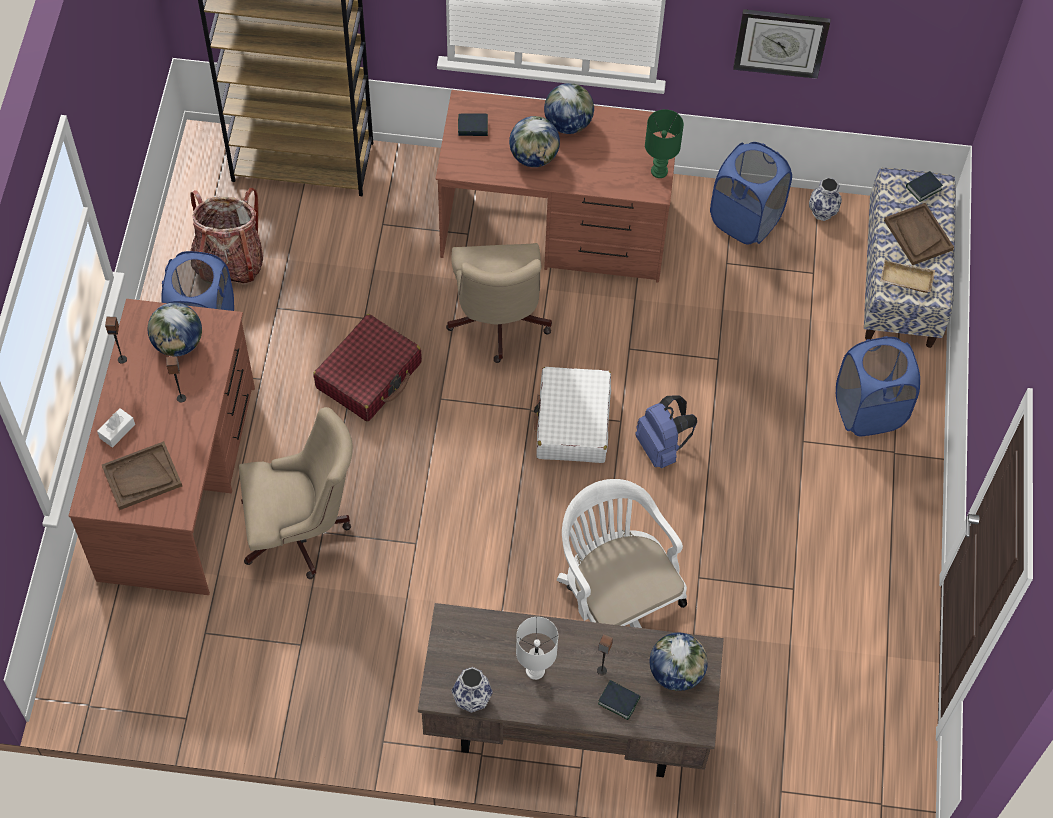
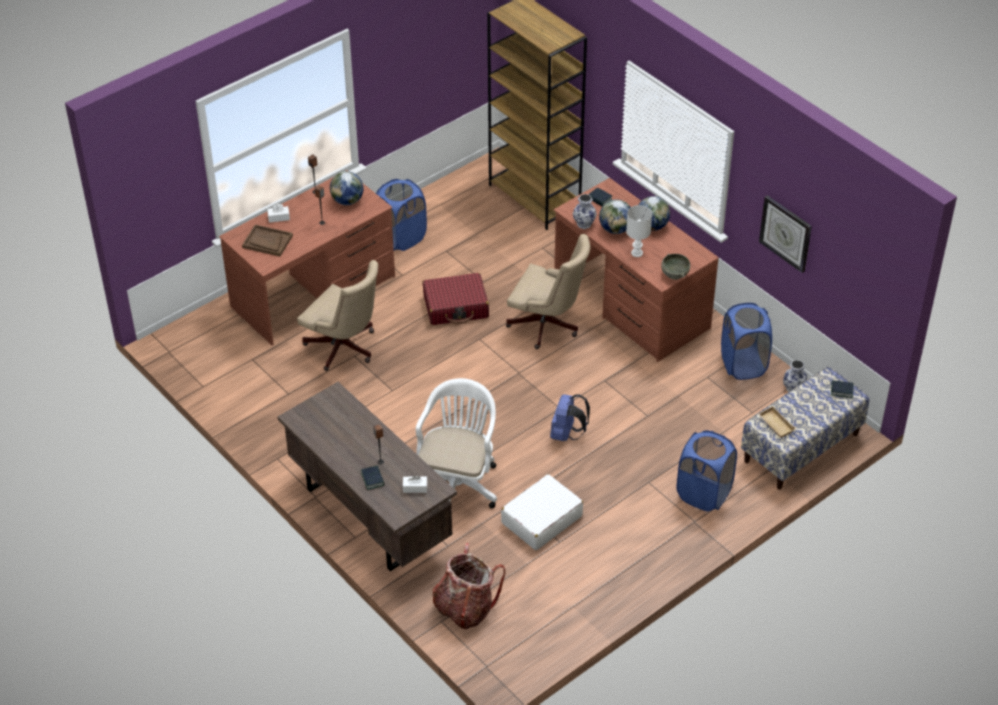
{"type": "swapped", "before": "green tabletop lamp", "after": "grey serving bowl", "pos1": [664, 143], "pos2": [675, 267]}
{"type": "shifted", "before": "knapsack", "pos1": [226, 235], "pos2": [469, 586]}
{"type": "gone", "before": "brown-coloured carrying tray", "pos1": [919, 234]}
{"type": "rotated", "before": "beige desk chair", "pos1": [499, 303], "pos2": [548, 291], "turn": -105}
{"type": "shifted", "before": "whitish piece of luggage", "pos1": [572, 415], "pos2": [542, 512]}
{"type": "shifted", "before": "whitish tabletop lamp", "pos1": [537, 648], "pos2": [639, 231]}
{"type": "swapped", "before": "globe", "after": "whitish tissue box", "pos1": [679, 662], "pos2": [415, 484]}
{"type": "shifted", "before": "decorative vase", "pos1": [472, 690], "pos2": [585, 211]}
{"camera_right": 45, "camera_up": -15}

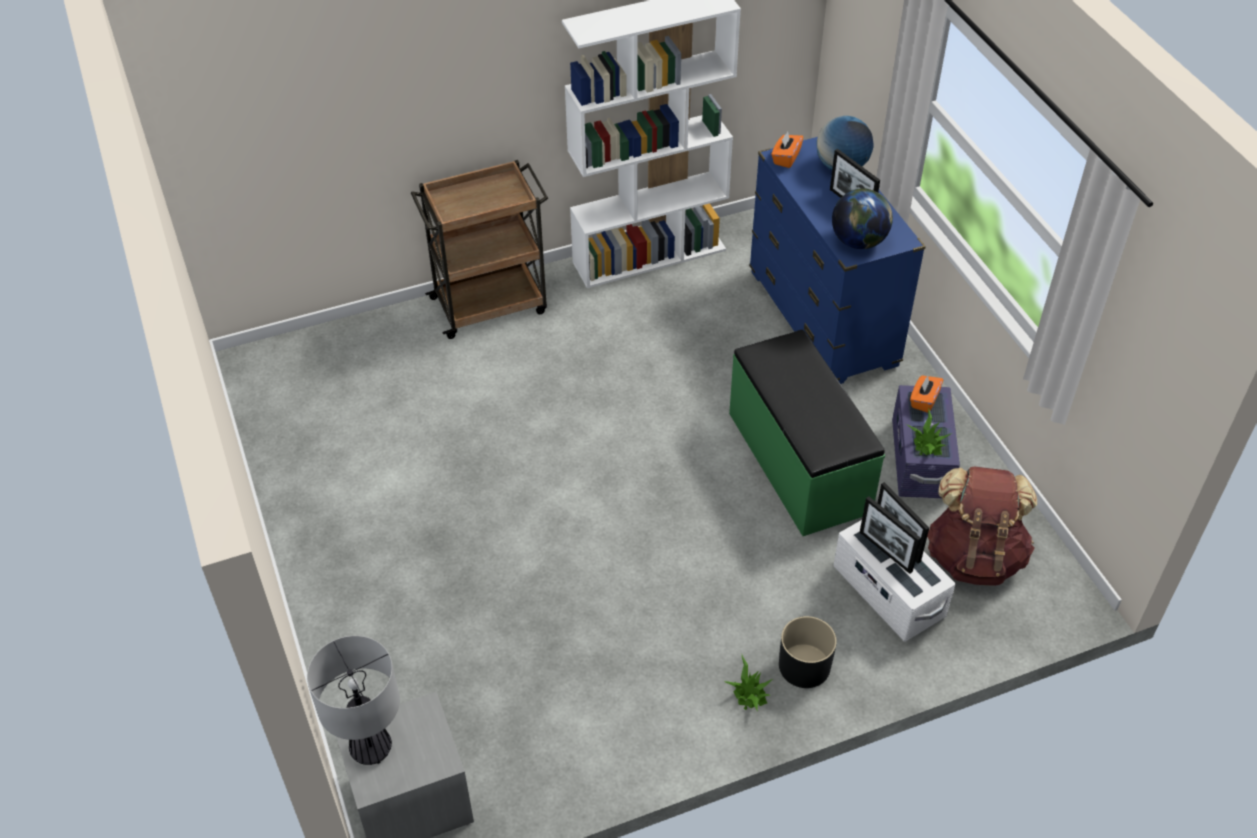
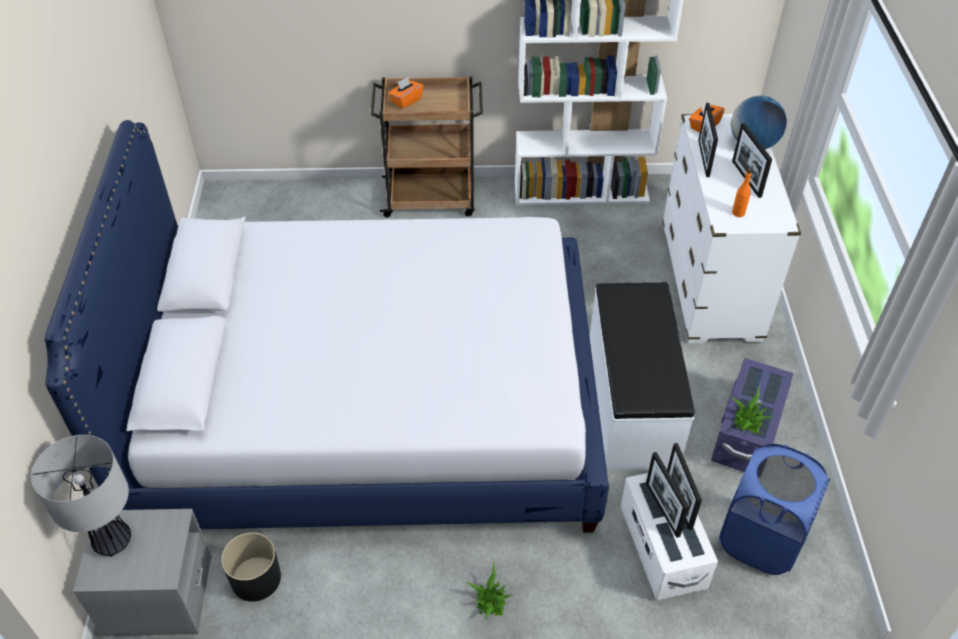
{"type": "repainted", "before": "blue chest of drawers", "after": "whitish chest of drawers", "pos1": [837, 260], "pos2": [731, 228]}
{"type": "swapped", "before": "globe", "after": "orangey beverage bottle", "pos1": [862, 219], "pos2": [742, 192]}
{"type": "repainted", "before": "green indoor bench", "after": "whitish indoor bench", "pos1": [807, 433], "pos2": [642, 376]}
{"type": "shifted", "before": "orangey tissue box", "pos1": [926, 394], "pos2": [405, 93]}
{"type": "swapped", "before": "brown-coloured knapsack", "after": "blue washing basket", "pos1": [982, 526], "pos2": [775, 509]}
{"type": "shifted", "before": "black-coloured flower pot", "pos1": [808, 652], "pos2": [251, 567]}
{"type": "new", "after": "photo frame", "pos2": [708, 140]}
{"type": "new", "after": "bed", "pos2": [327, 326]}
{"camera_right": 20, "camera_up": 0}

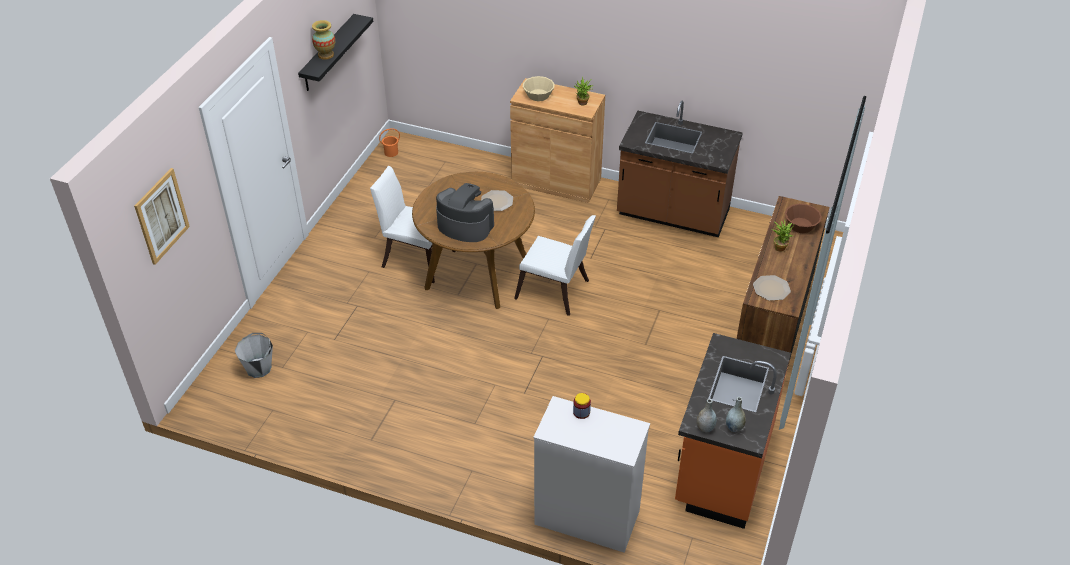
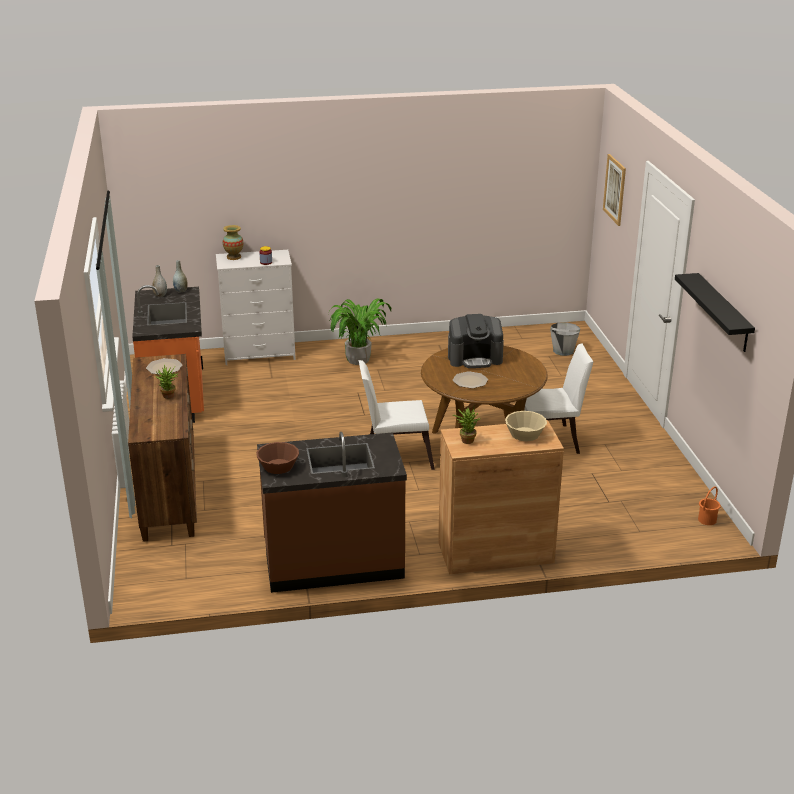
{"type": "shifted", "before": "decorative vase", "pos1": [323, 40], "pos2": [233, 242]}
{"type": "shifted", "before": "brown-coloured serving bowl", "pos1": [803, 218], "pos2": [277, 458]}
{"type": "new", "after": "plant in a pot", "pos2": [360, 331]}
{"camera_right": 150, "camera_up": -15}

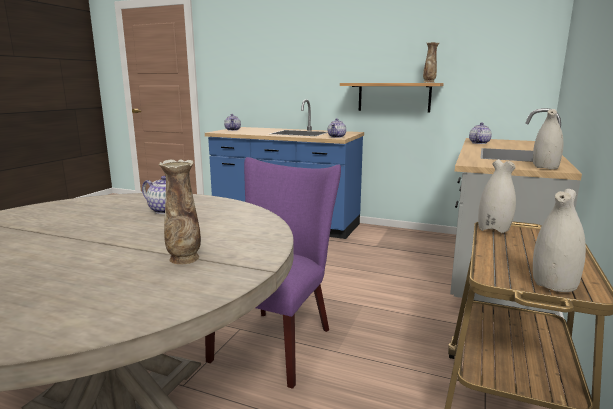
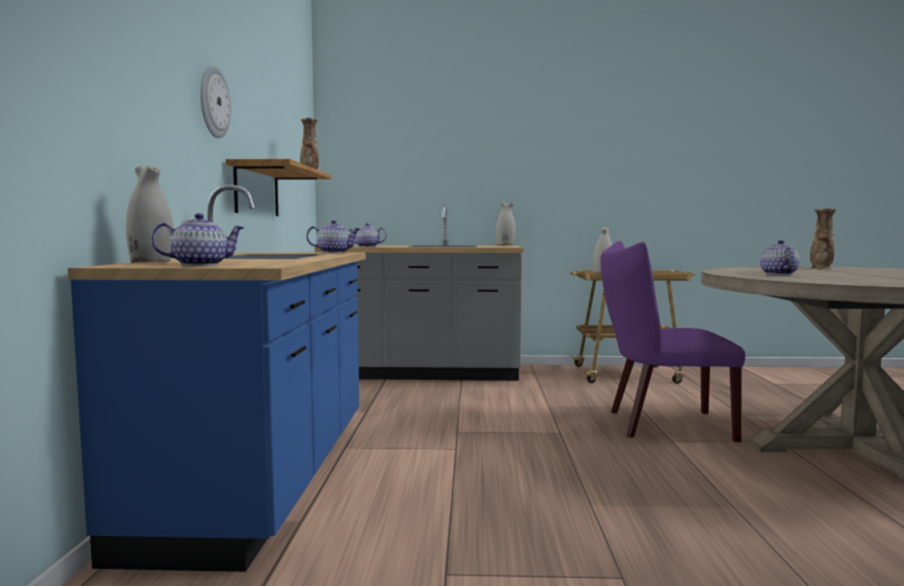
{"type": "shifted", "before": "whitish decorative vase", "pos1": [559, 240], "pos2": [149, 214]}
{"type": "new", "after": "wall clock", "pos2": [215, 102]}
{"camera_right": -110, "camera_up": -10}

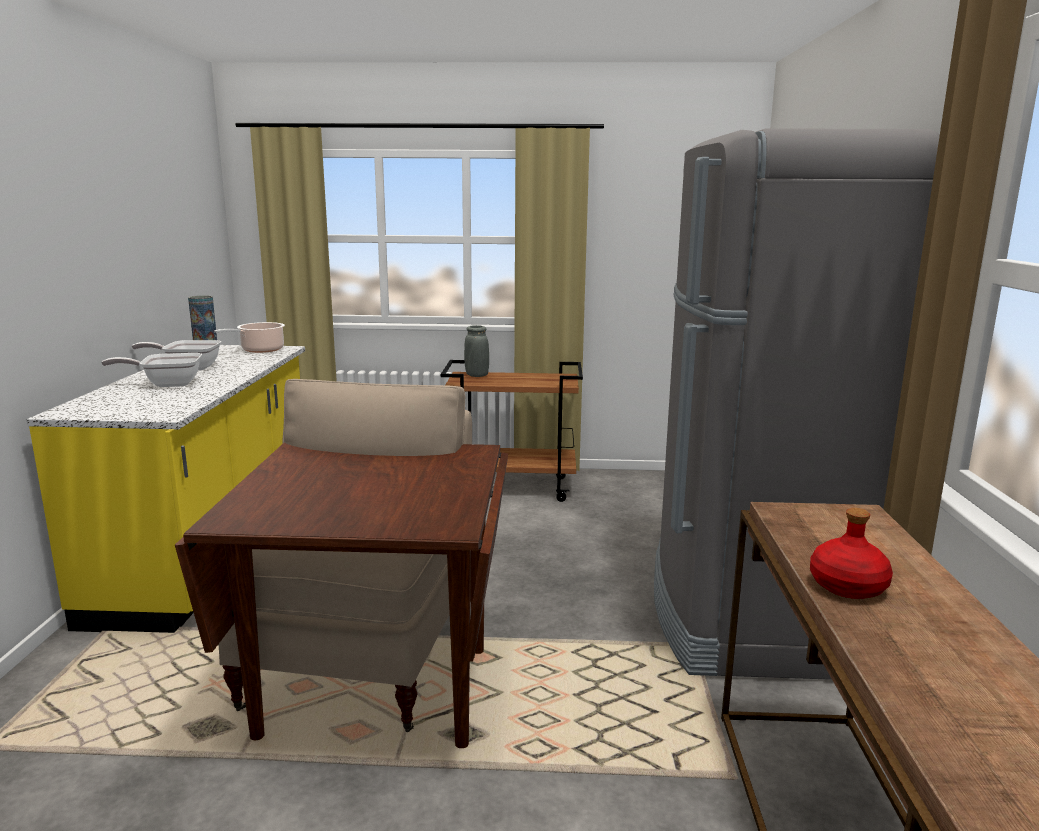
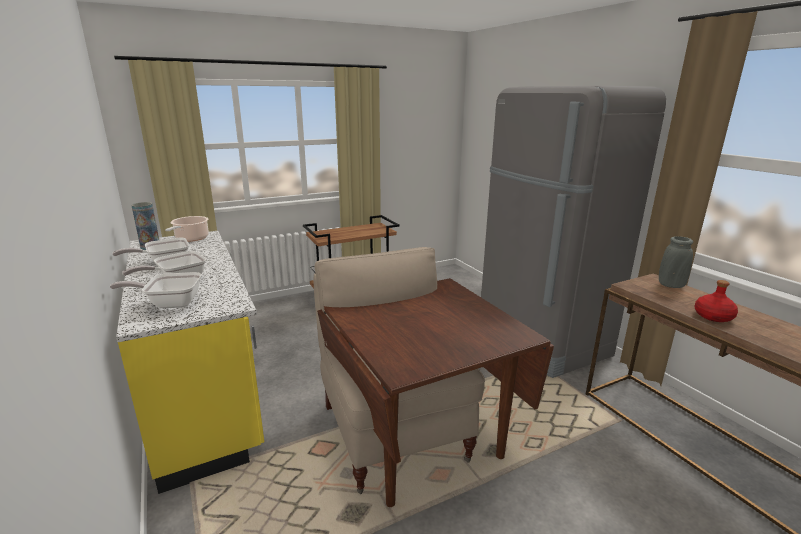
{"type": "shifted", "before": "grey decorative vase", "pos1": [476, 351], "pos2": [676, 262]}
{"type": "new", "after": "frying pan", "pos2": [156, 290]}
{"camera_right": -30, "camera_up": 5}

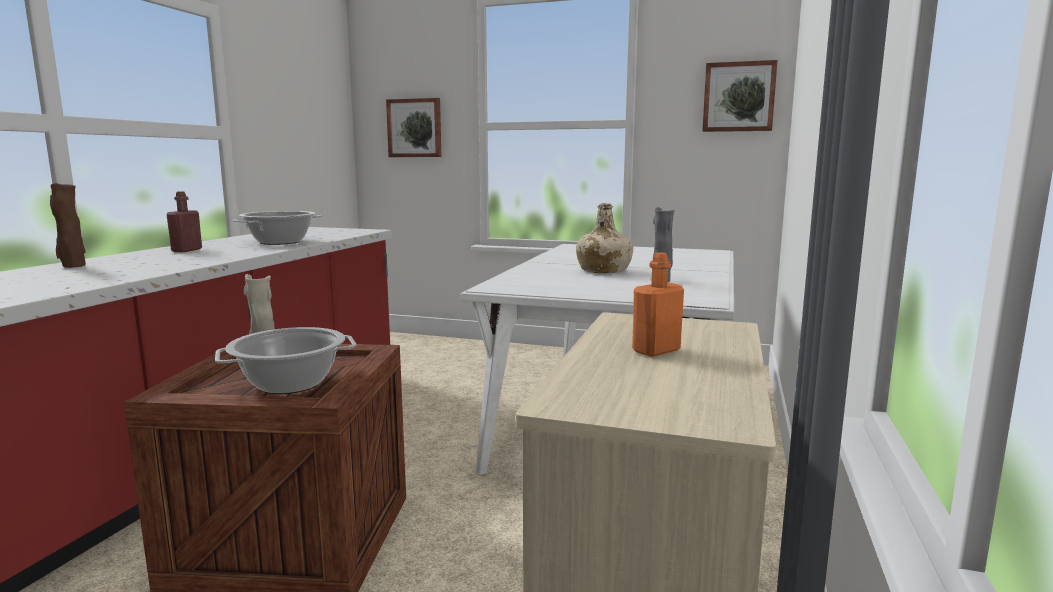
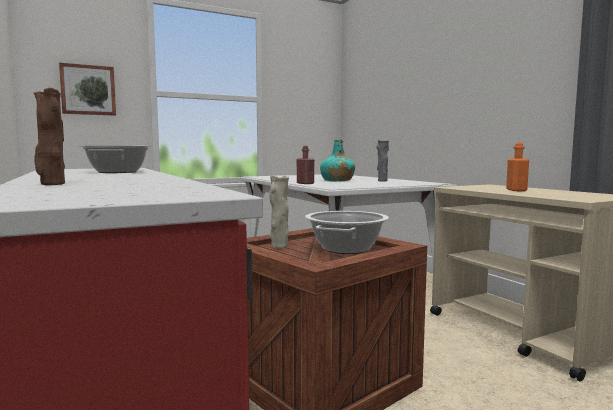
{"type": "gone", "before": "wall art", "pos1": [740, 96]}
{"type": "shifted", "before": "reddish beverage bottle", "pos1": [184, 221], "pos2": [305, 165]}
{"type": "repainted", "before": "beige beverage bottle", "after": "turquoise beverage bottle", "pos1": [604, 238], "pos2": [337, 160]}
{"camera_right": -45, "camera_up": -5}

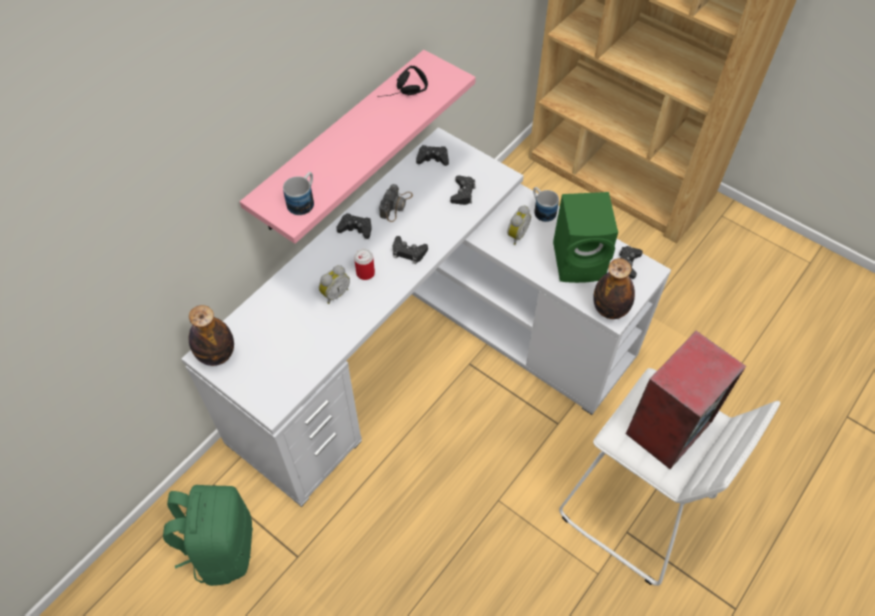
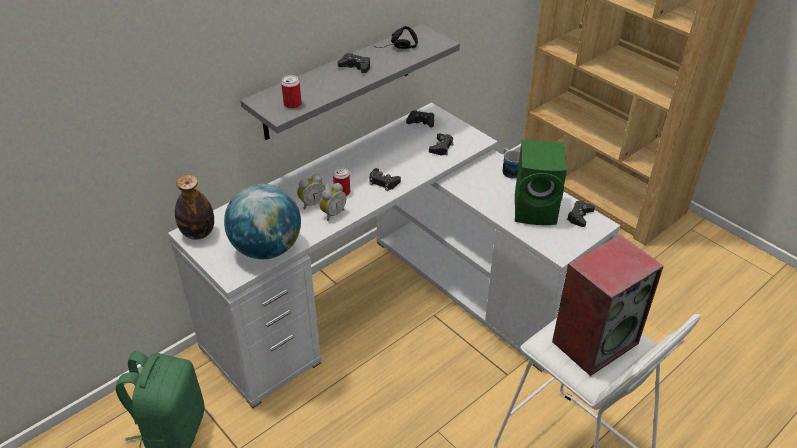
{"type": "repainted", "before": "pink-coloured wall shelf", "after": "grey wall shelf", "pos1": [358, 147], "pos2": [350, 82]}
{"type": "swapped", "before": "mug", "after": "metal can", "pos1": [298, 193], "pos2": [291, 92]}
{"type": "gone", "before": "photo camera", "pos1": [396, 203]}
{"type": "shifted", "before": "bedside clock", "pos1": [519, 225], "pos2": [333, 202]}
{"type": "shifted", "before": "black-coloured joypad", "pos1": [354, 226], "pos2": [354, 63]}
{"type": "gone", "before": "beverage bottle", "pos1": [614, 288]}
{"type": "new", "after": "globe", "pos2": [262, 221]}
{"camera_right": 10, "camera_up": -15}

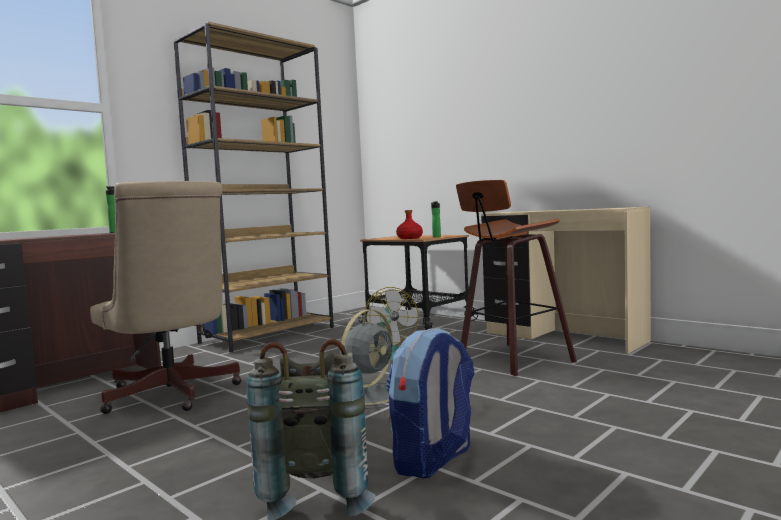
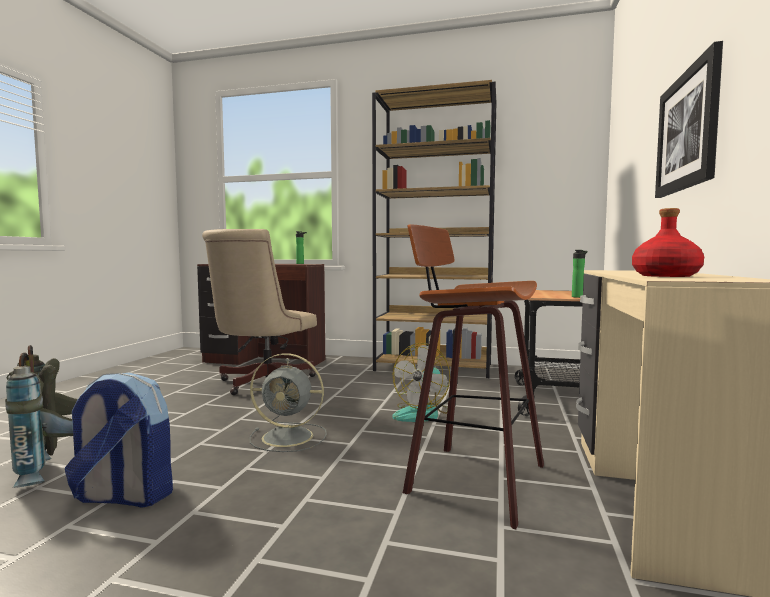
{"type": "shifted", "before": "reddish beverage bottle", "pos1": [409, 224], "pos2": [668, 242]}
{"type": "new", "after": "wall art", "pos2": [689, 119]}
{"camera_right": 60, "camera_up": 0}

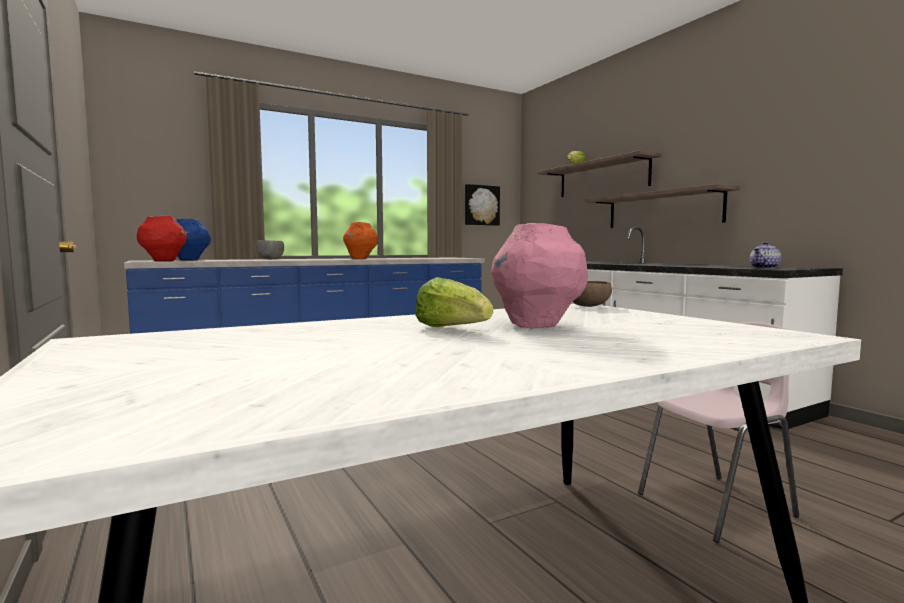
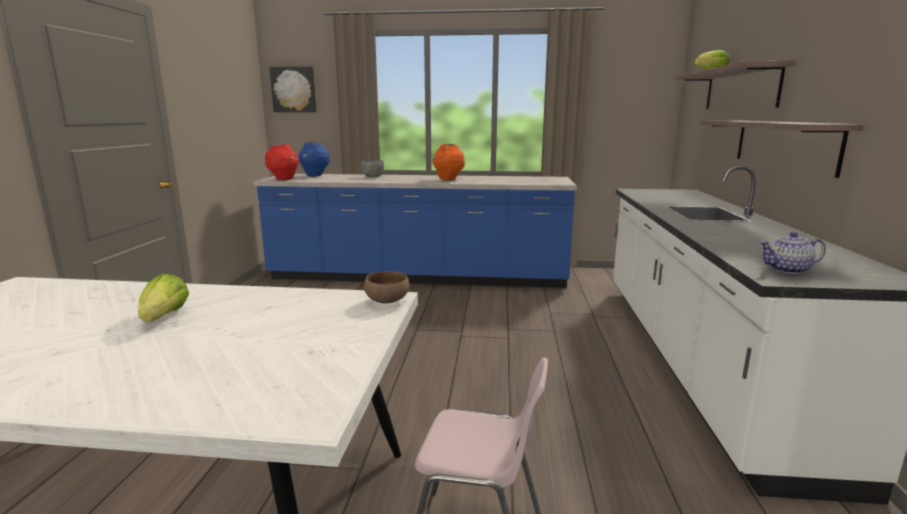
{"type": "shifted", "before": "wall art", "pos1": [482, 205], "pos2": [293, 89]}
{"type": "gone", "before": "pink-coloured decorative vase", "pos1": [539, 275]}
{"camera_right": 35, "camera_up": 10}

